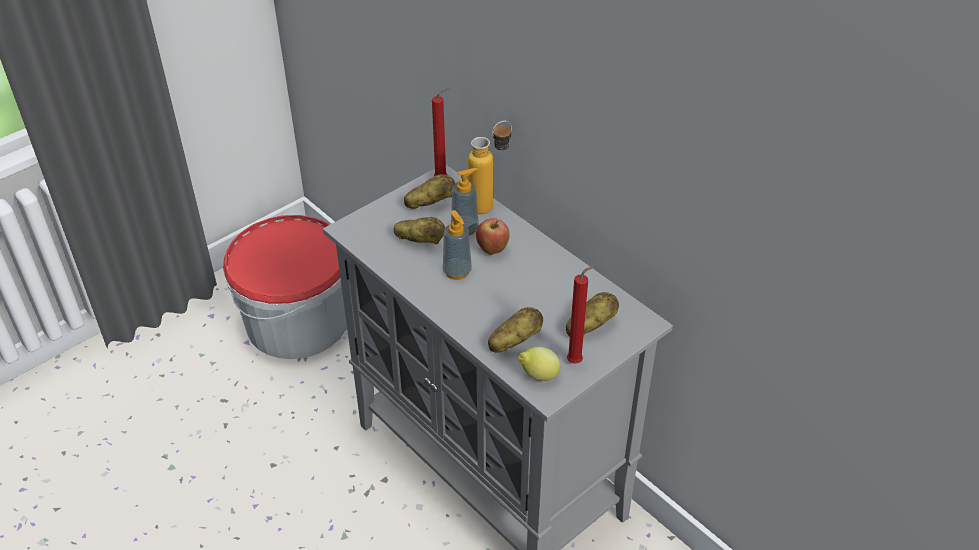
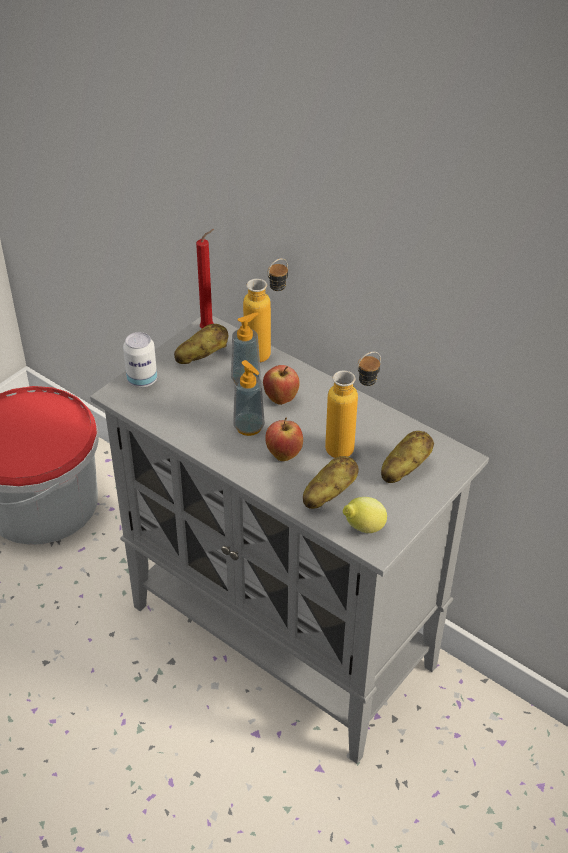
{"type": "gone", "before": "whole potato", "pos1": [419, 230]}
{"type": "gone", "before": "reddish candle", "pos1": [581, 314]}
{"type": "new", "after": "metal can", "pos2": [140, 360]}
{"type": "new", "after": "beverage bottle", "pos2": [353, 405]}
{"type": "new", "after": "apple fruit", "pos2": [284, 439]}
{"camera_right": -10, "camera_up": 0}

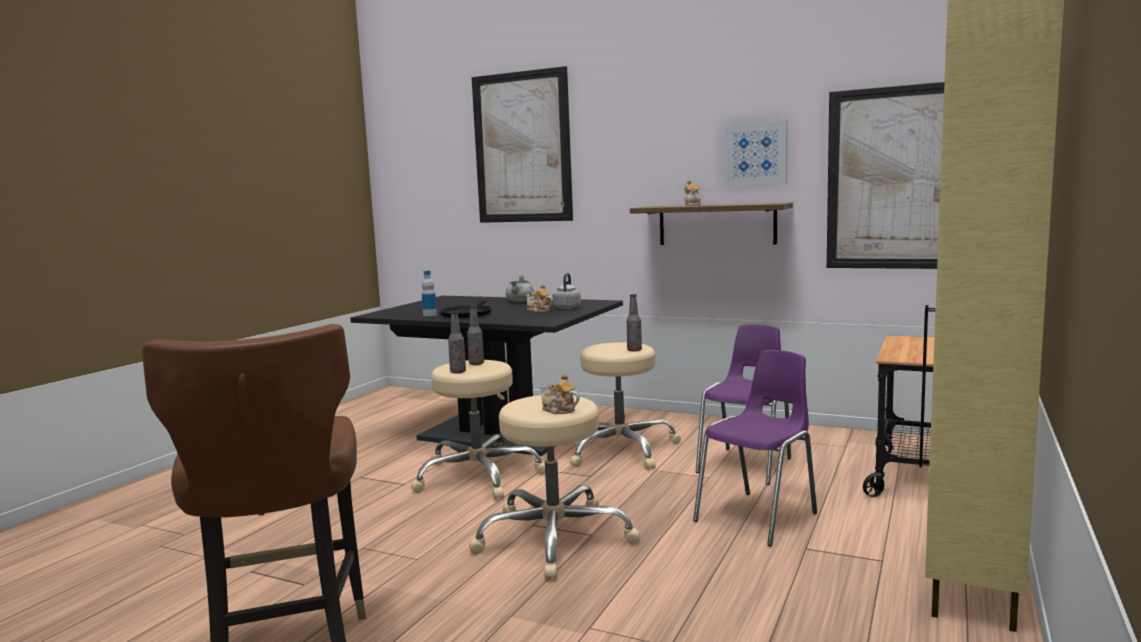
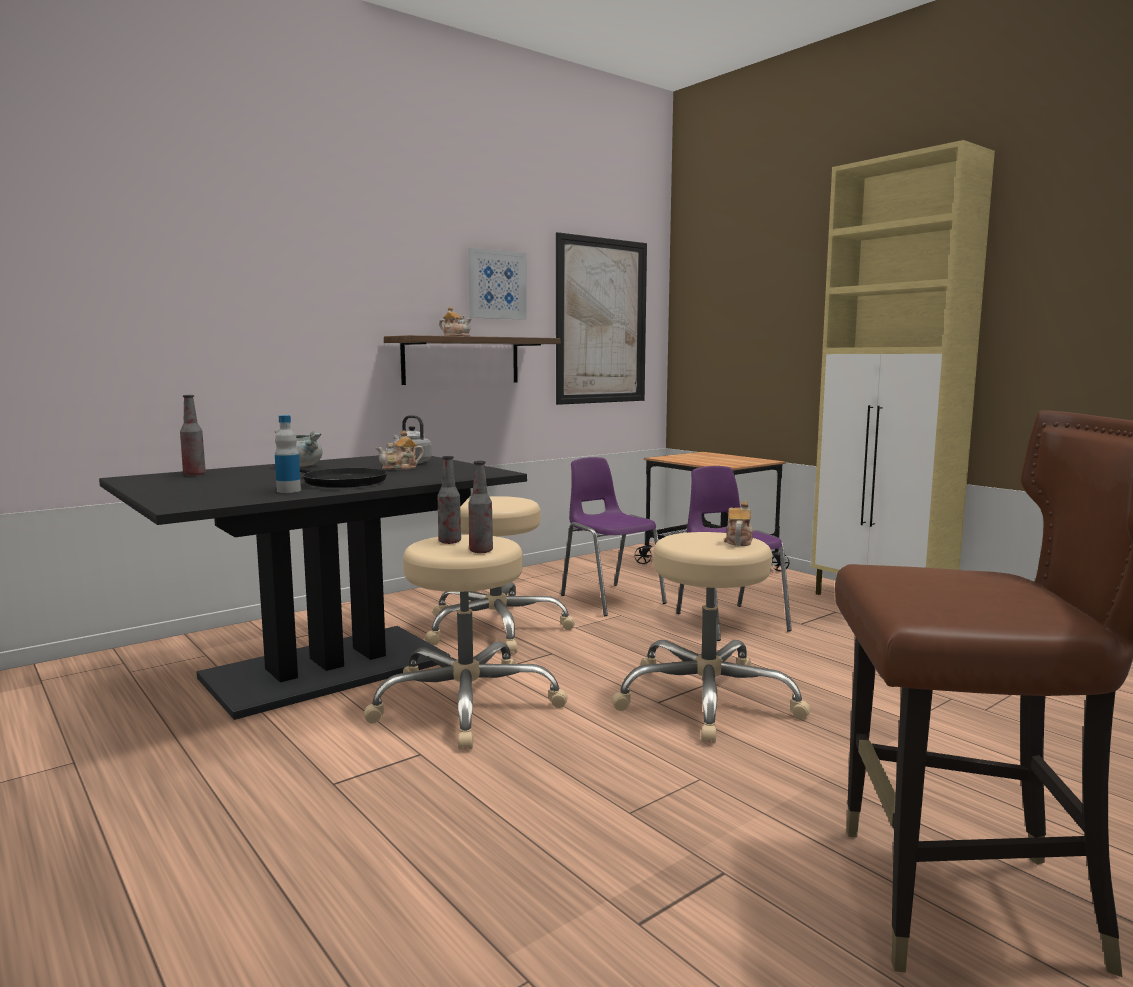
{"type": "gone", "before": "wall art", "pos1": [522, 144]}
{"type": "shifted", "before": "beverage bottle", "pos1": [634, 323], "pos2": [193, 435]}
{"type": "rotated", "before": "tea pot", "pos1": [560, 393], "pos2": [738, 523], "turn": 135}
{"camera_right": -65, "camera_up": 0}

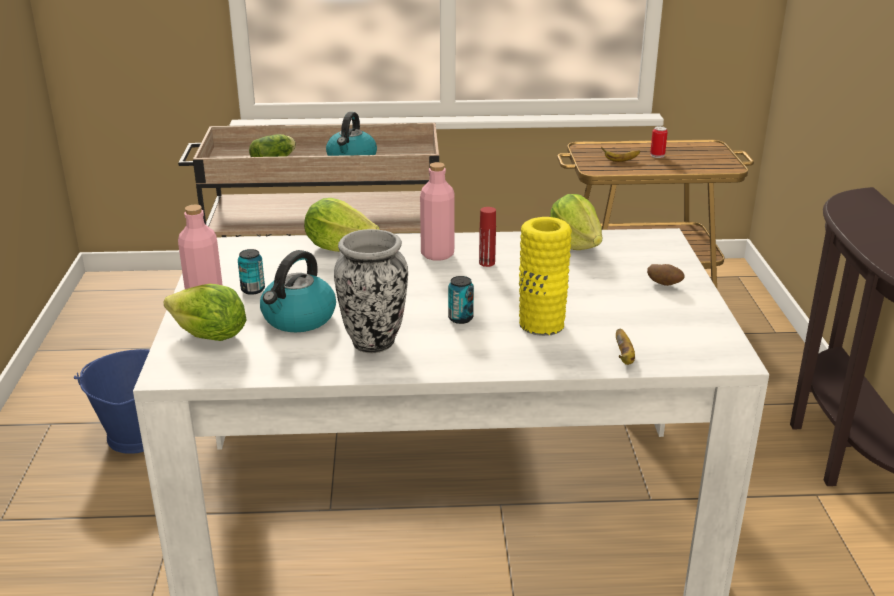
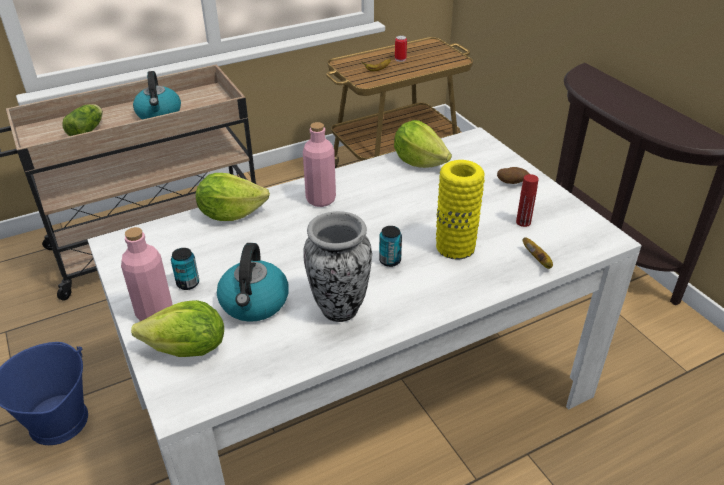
{"type": "shifted", "before": "reddish beverage bottle", "pos1": [487, 237], "pos2": [527, 200]}
{"camera_right": -25, "camera_up": 10}

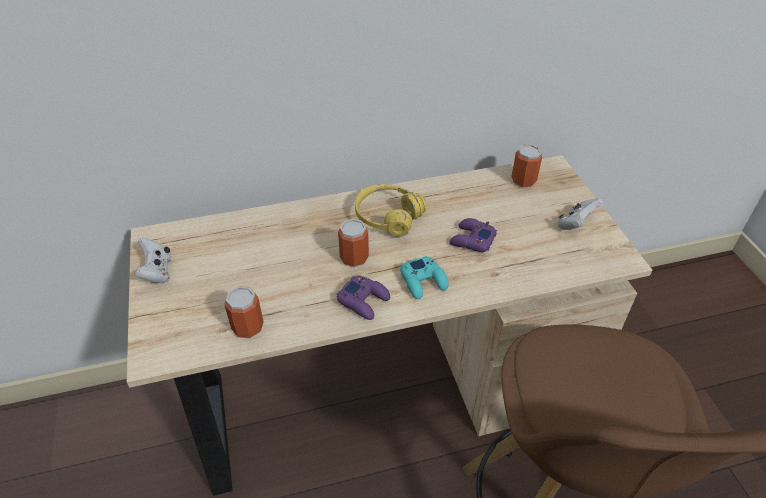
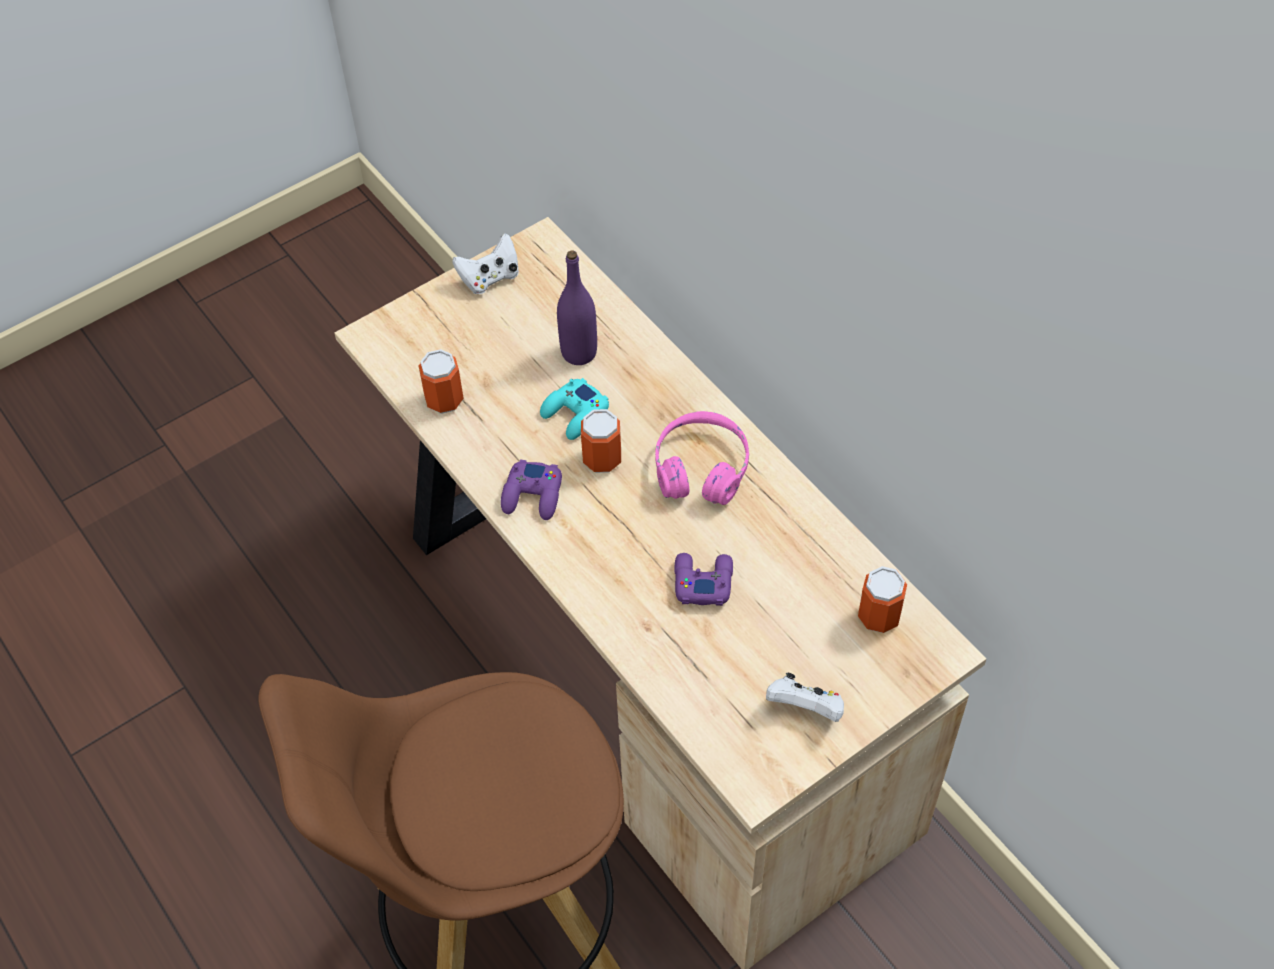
{"type": "repainted", "before": "yellow pair of headphones", "after": "pink-coloured pair of headphones", "pos1": [391, 210], "pos2": [702, 458]}
{"type": "shifted", "before": "turquoise joypad", "pos1": [424, 277], "pos2": [574, 409]}
{"type": "new", "after": "purplish beverage bottle", "pos2": [577, 308]}
{"camera_right": 70, "camera_up": 10}

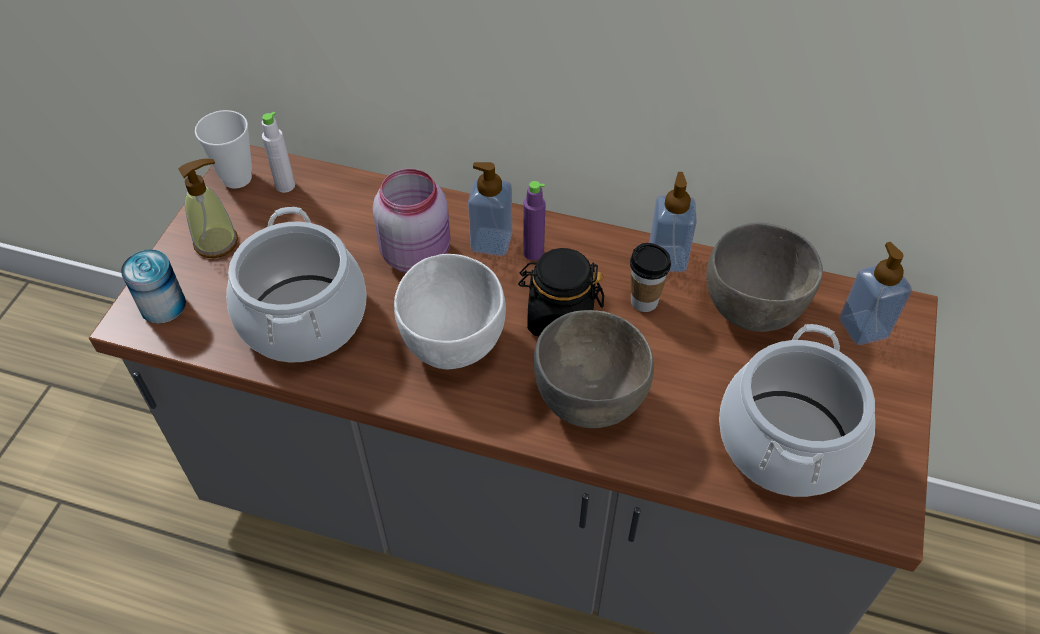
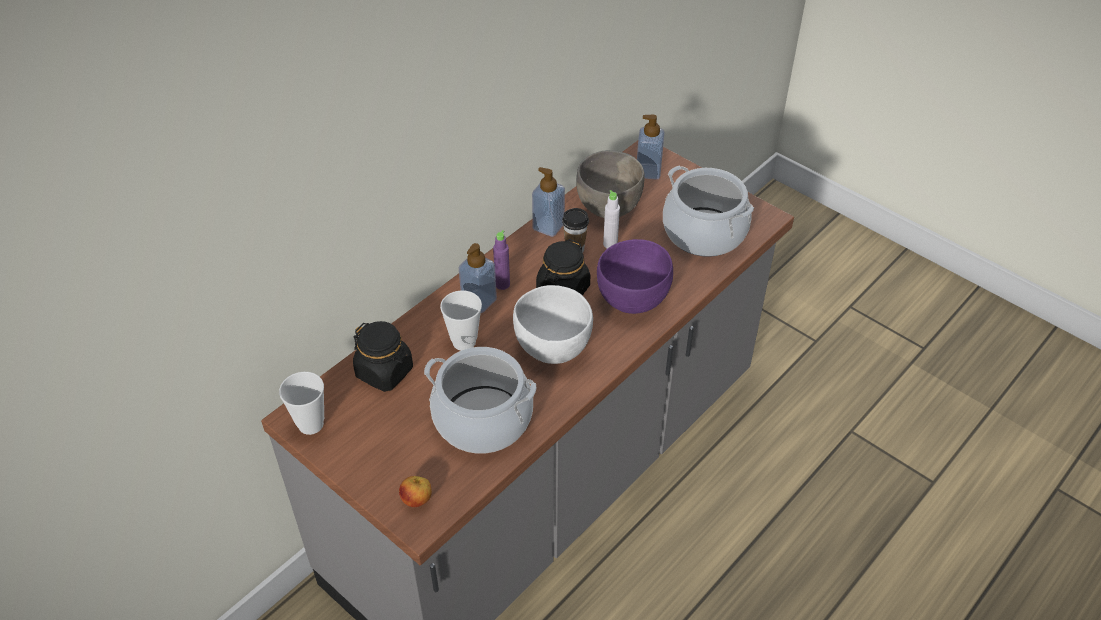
{"type": "shifted", "before": "whitish beverage bottle", "pos1": [278, 152], "pos2": [611, 219]}
{"type": "gone", "before": "soap dispenser", "pos1": [208, 208]}
{"type": "swapped", "before": "pink-coloured storage jar", "after": "cup", "pos1": [411, 221], "pos2": [461, 320]}
{"type": "swapped", "before": "metal can", "after": "apple fruit", "pos1": [153, 286], "pos2": [415, 491]}
{"type": "repainted", "before": "grey serving bowl", "after": "purplish serving bowl", "pos1": [594, 369], "pos2": [635, 276]}
{"type": "new", "after": "black-coloured storage jar", "pos2": [383, 356]}
{"camera_right": -65, "camera_up": -5}

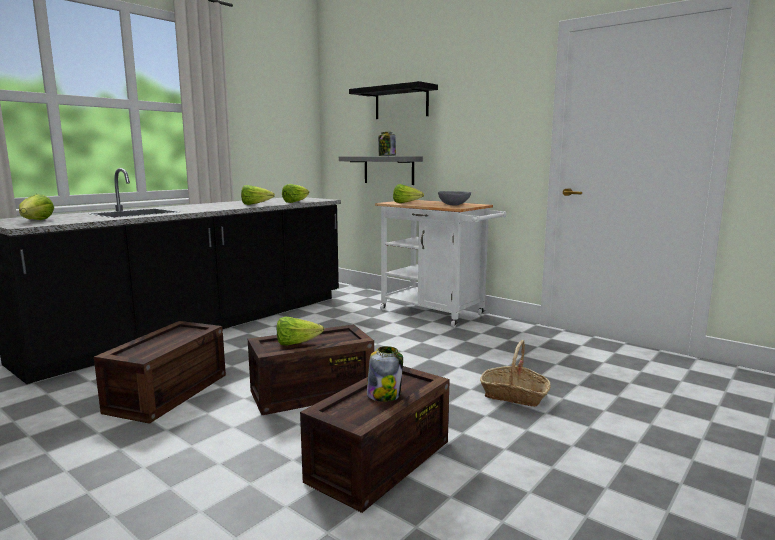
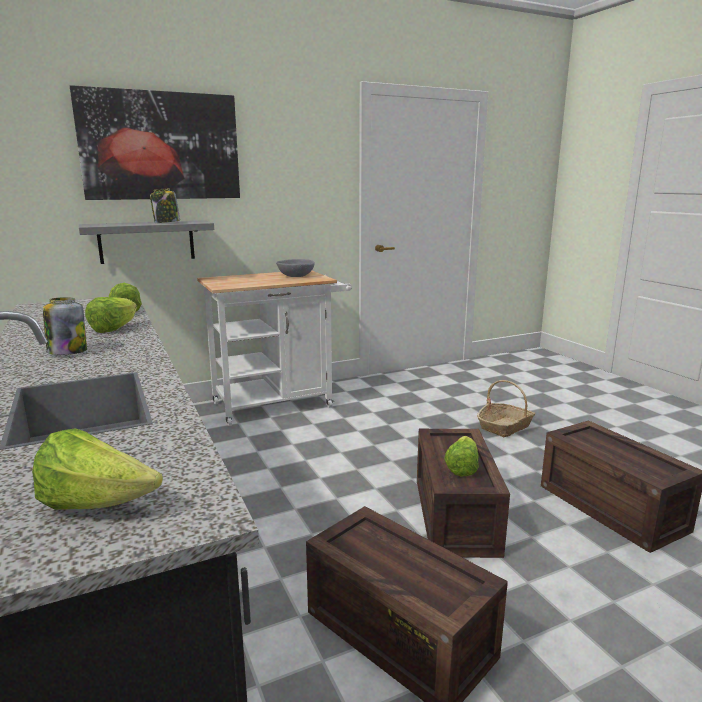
{"type": "swapped", "before": "black-coloured wall shelf", "after": "wall art", "pos1": [393, 100], "pos2": [155, 142]}
{"type": "gone", "before": "head of lettuce", "pos1": [408, 193]}
{"type": "shifted", "before": "storage jar", "pos1": [385, 374], "pos2": [65, 326]}
{"camera_right": -65, "camera_up": 5}

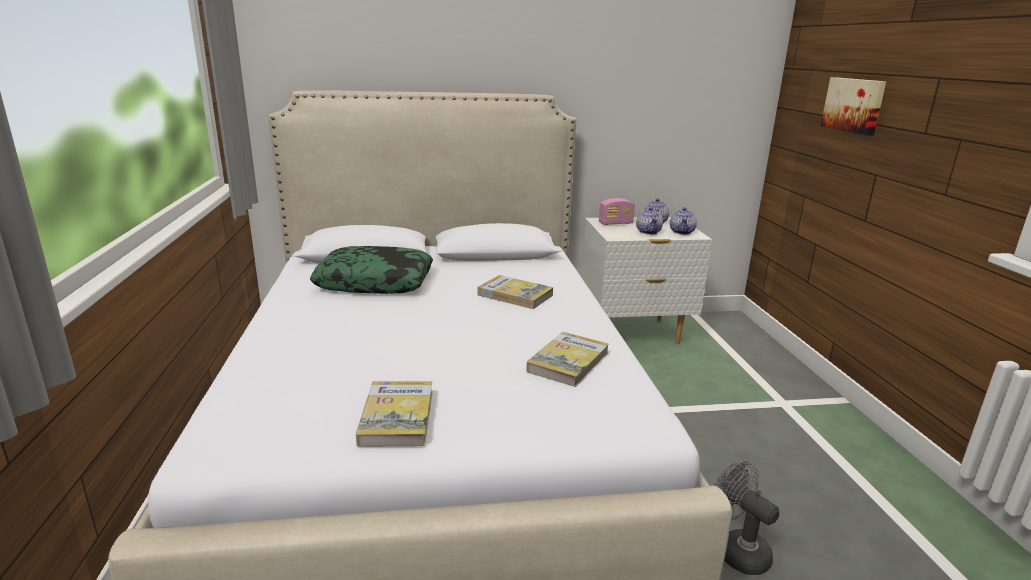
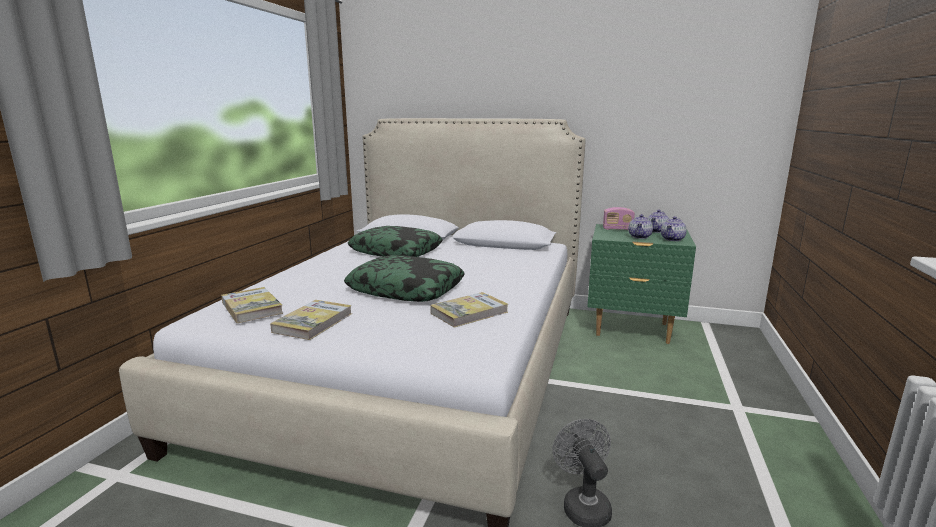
{"type": "gone", "before": "wall art", "pos1": [853, 106]}
{"type": "repainted", "before": "whitish nightstand", "after": "green nightstand", "pos1": [646, 280], "pos2": [641, 284]}
{"type": "shifted", "before": "book", "pos1": [515, 292], "pos2": [252, 305]}
{"type": "new", "after": "throw pillow", "pos2": [404, 278]}
{"camera_right": 25, "camera_up": -5}

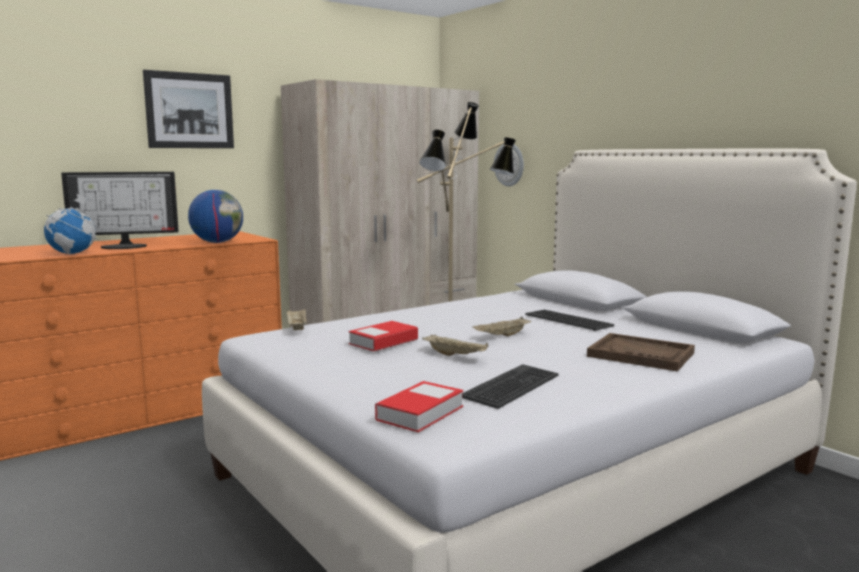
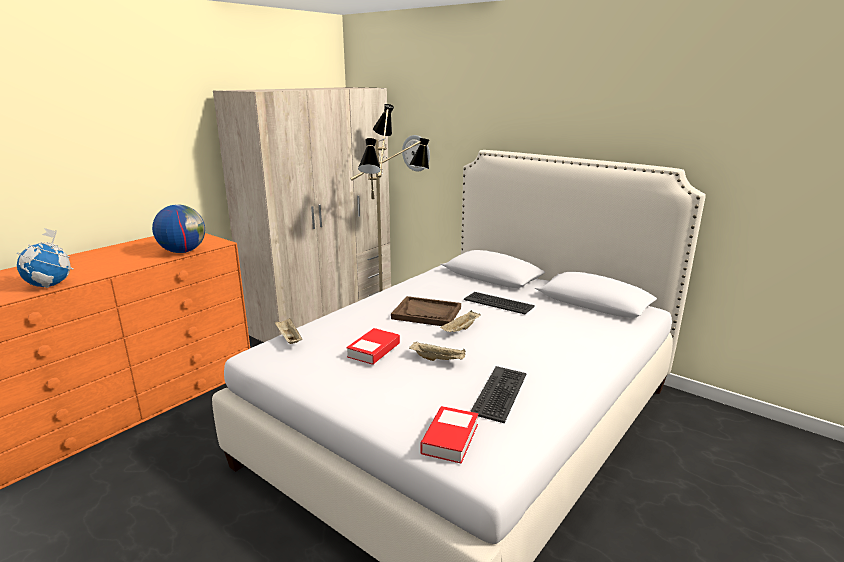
{"type": "gone", "before": "wall art", "pos1": [188, 109]}
{"type": "gone", "before": "computer display", "pos1": [120, 210]}
{"type": "shifted", "before": "brown-coloured carrying tray", "pos1": [641, 352], "pos2": [426, 311]}
{"camera_right": -15, "camera_up": 10}

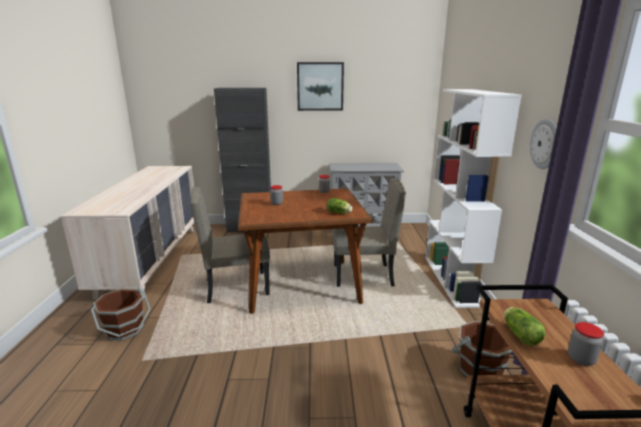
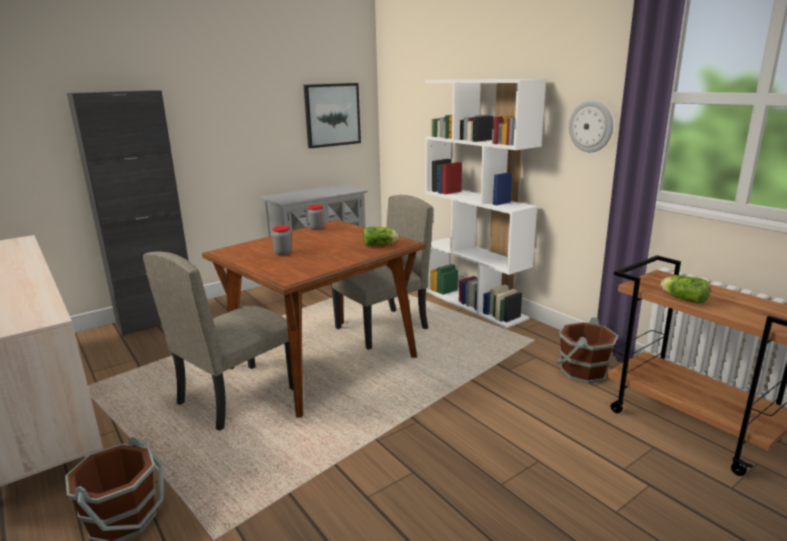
{"type": "shifted", "before": "wall art", "pos1": [320, 86], "pos2": [332, 115]}
{"type": "gone", "before": "storage jar", "pos1": [586, 344]}
{"camera_right": -35, "camera_up": 0}

